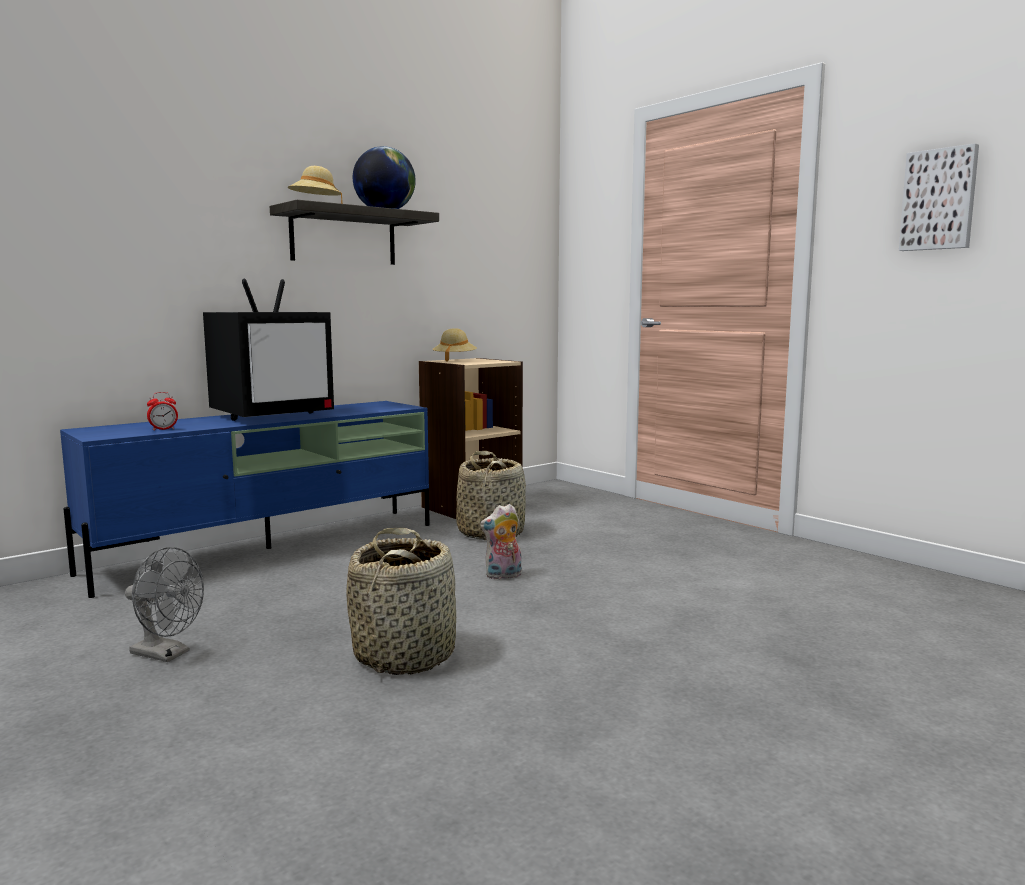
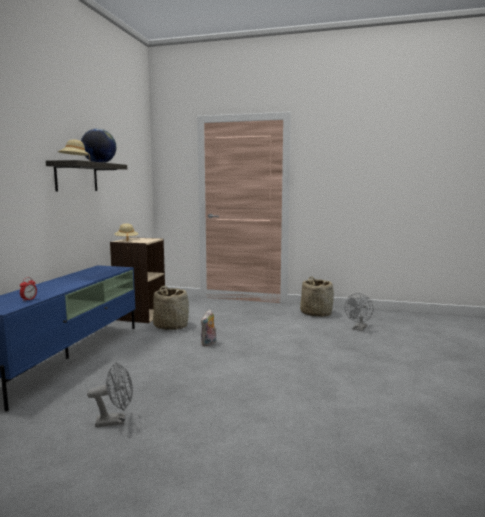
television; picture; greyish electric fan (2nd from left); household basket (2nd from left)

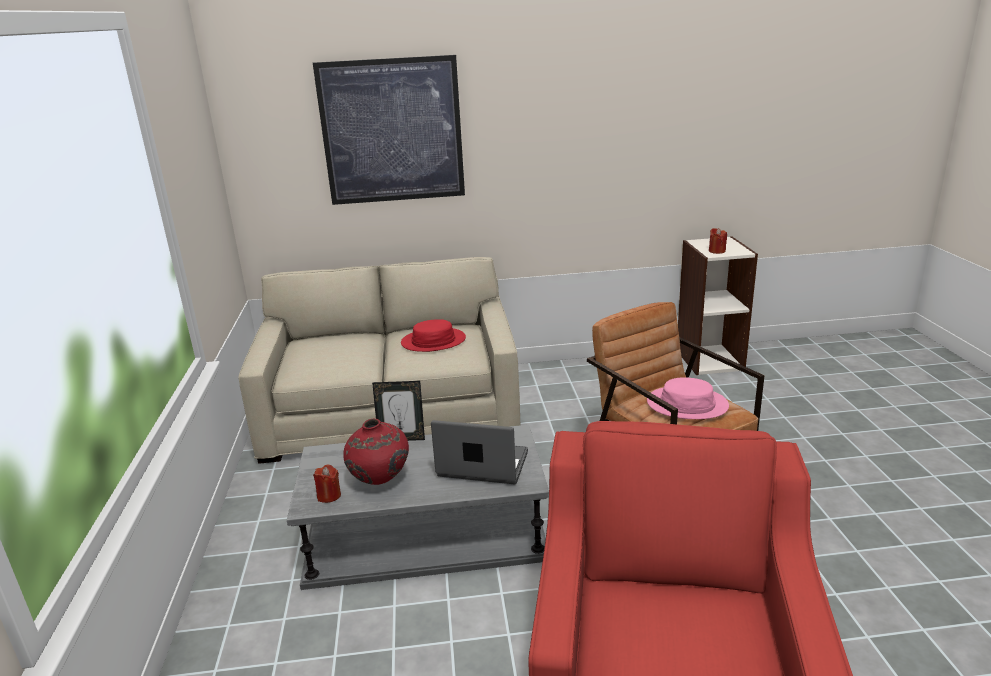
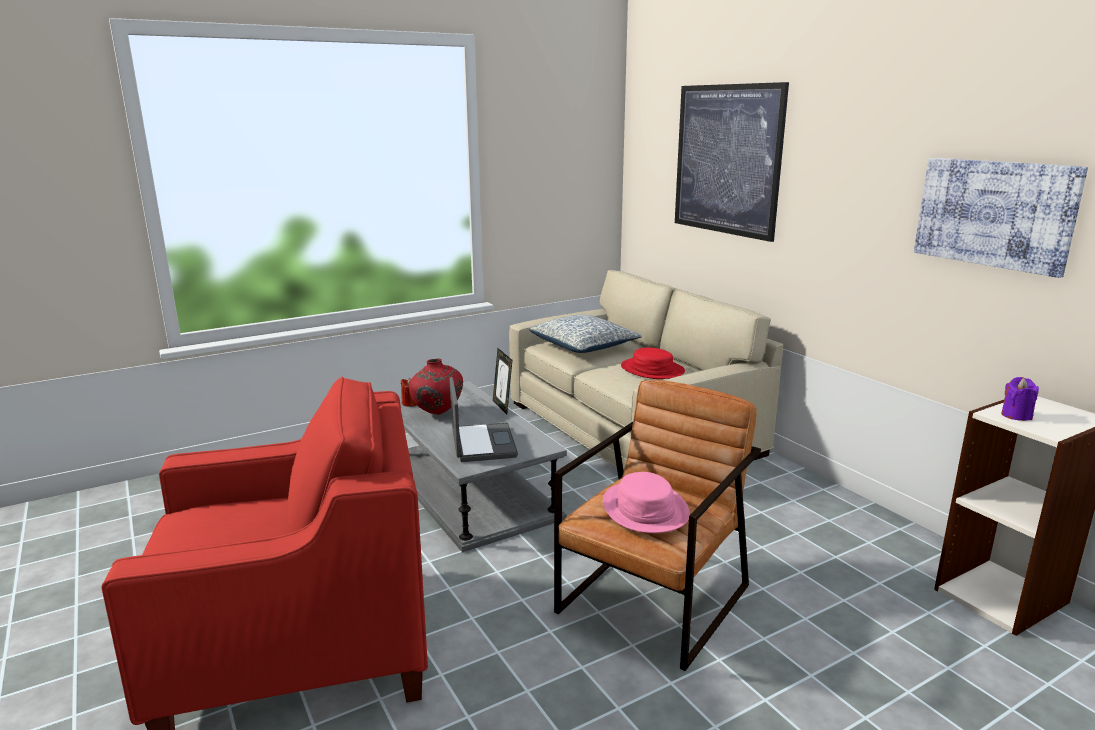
pillow; picture (2nd from left); purplish candle

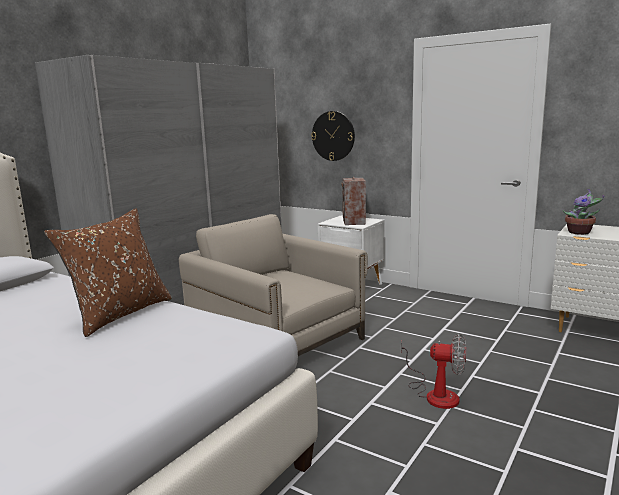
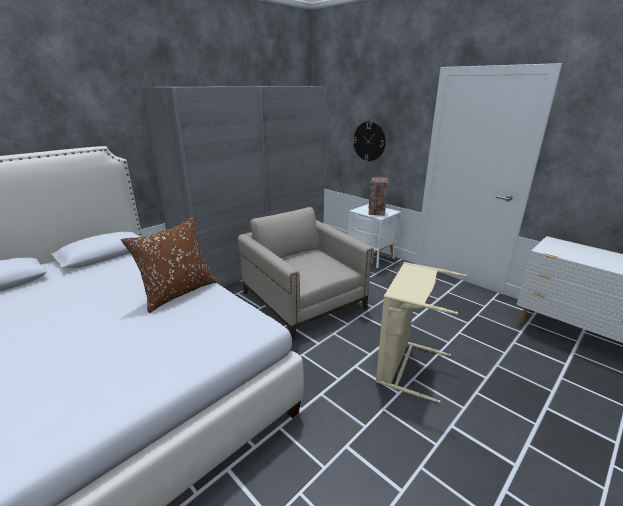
plant in a pot; beige laundry basket

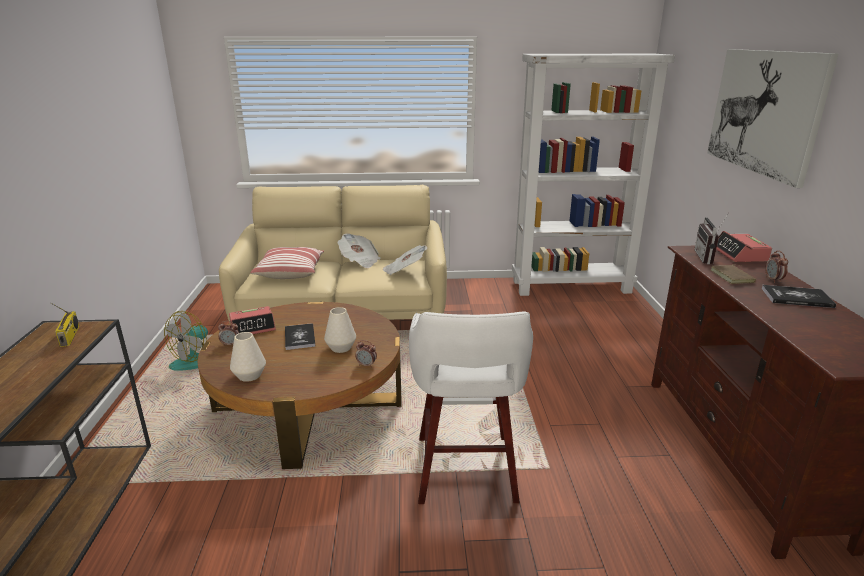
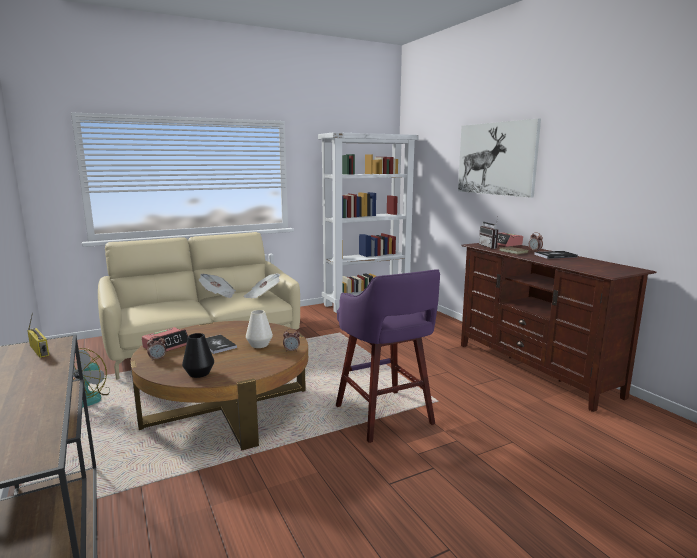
pillow; black flower vase; purplish stool

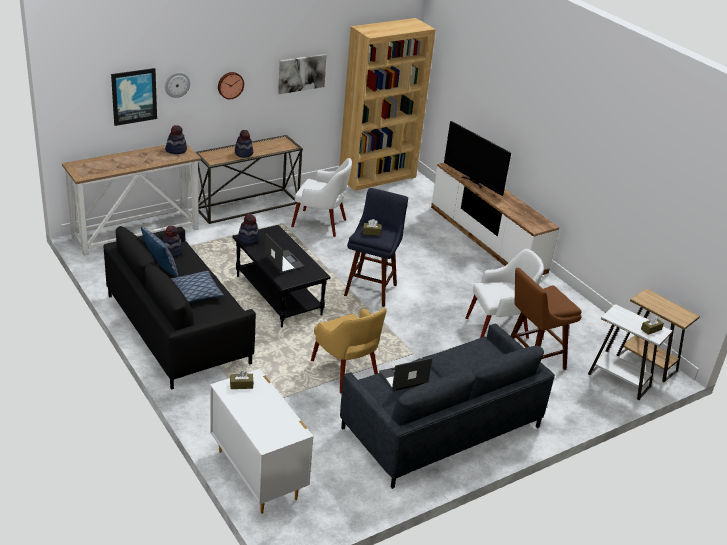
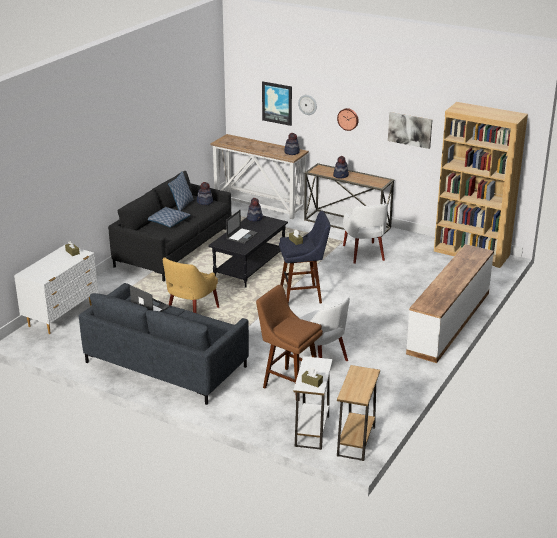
television

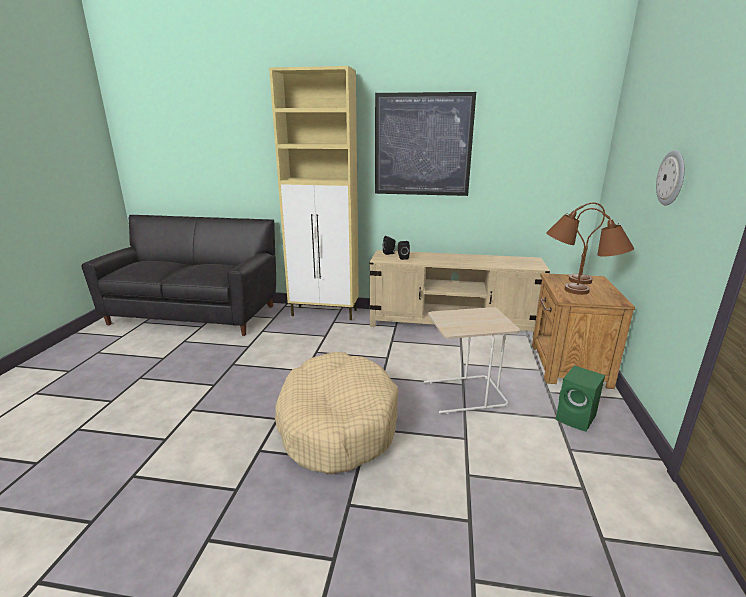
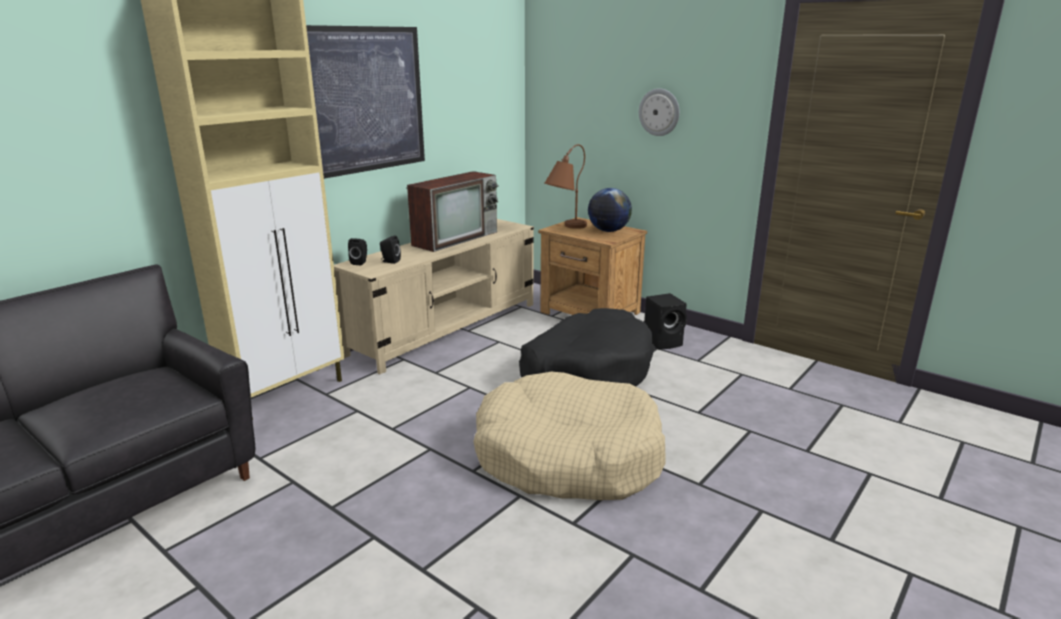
television; black pet bed; world globe; black loudspeaker (3rd from left)

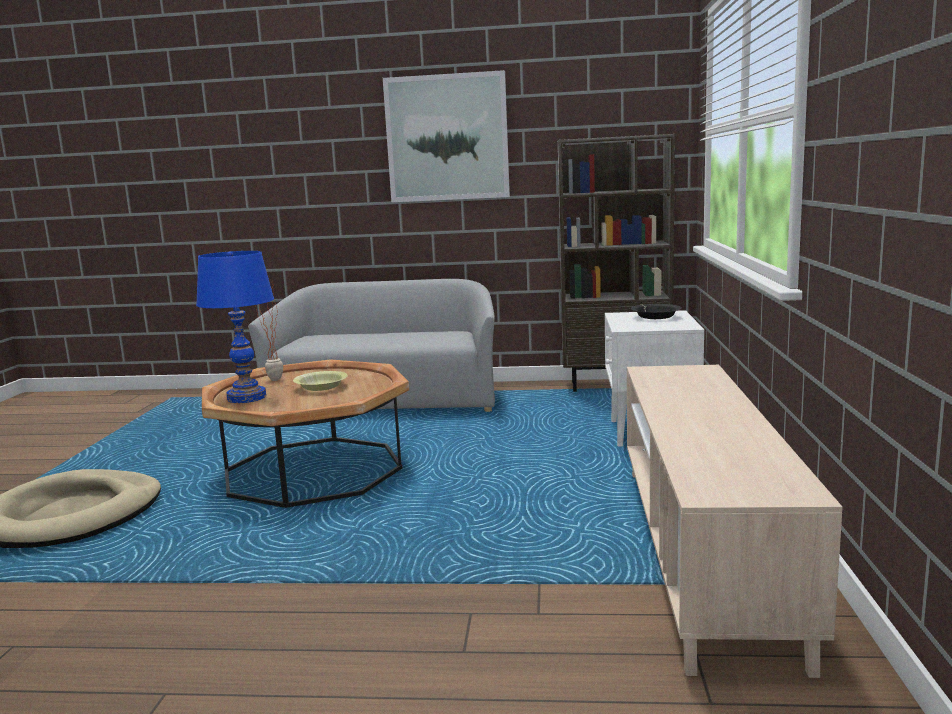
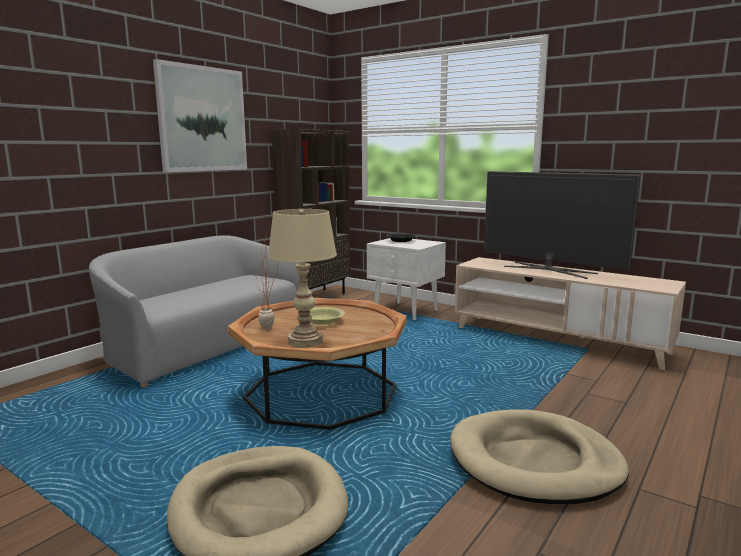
beige pet bed (2nd from left); television; beige table lamp

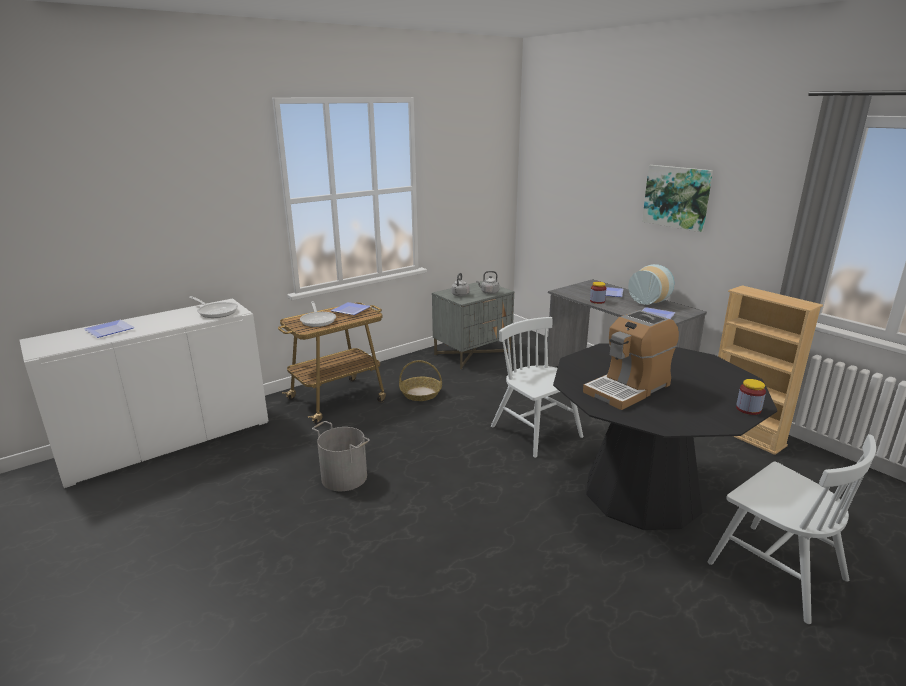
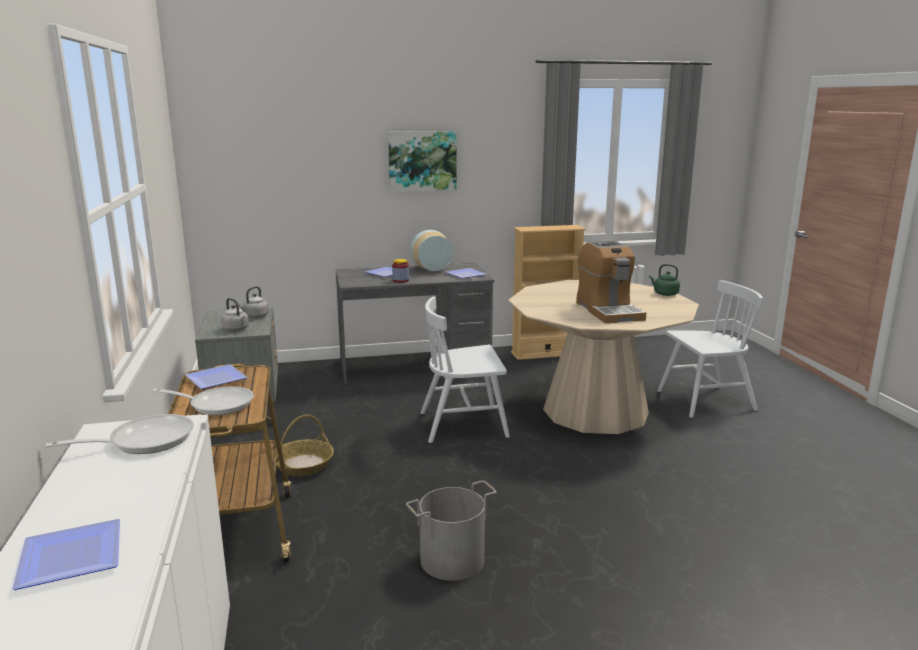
green-coloured kettle; beige dining table

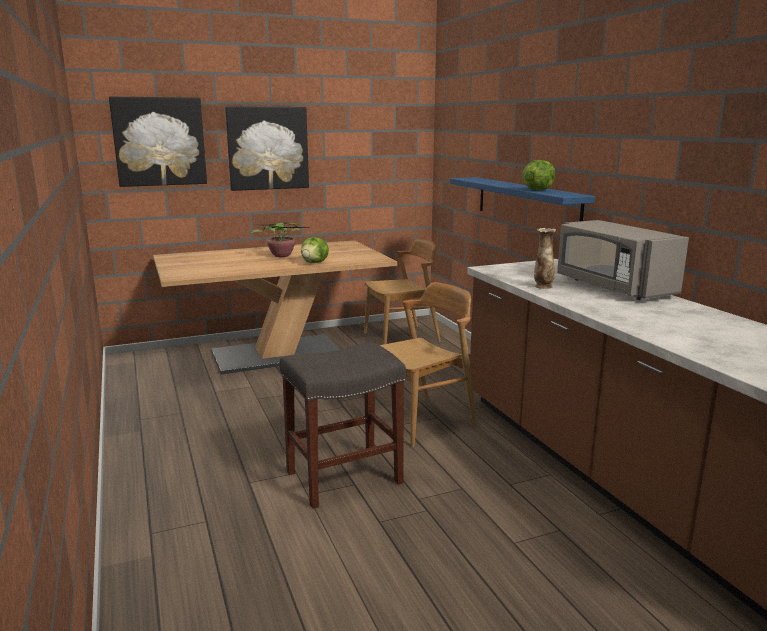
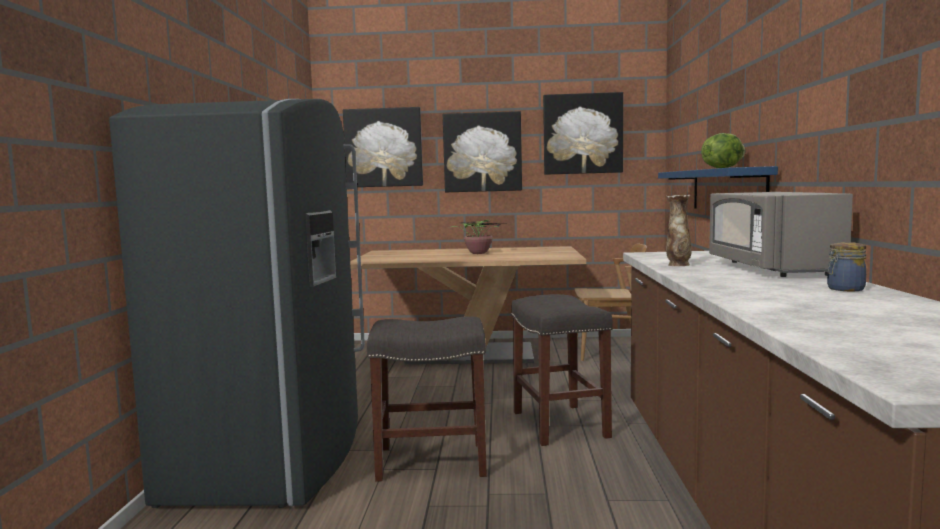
lettuce head (1st from left in the first image); greyish fridge; picture (3rd from left); jar; greyish stool (2nd from left)

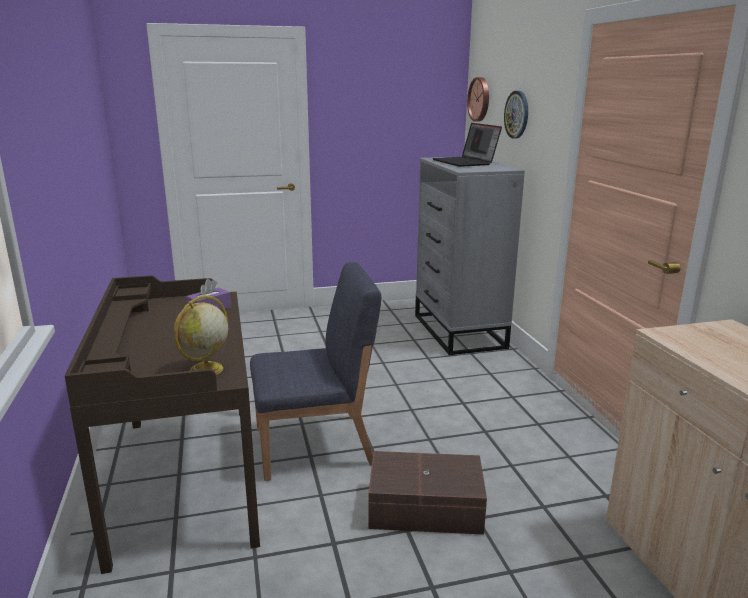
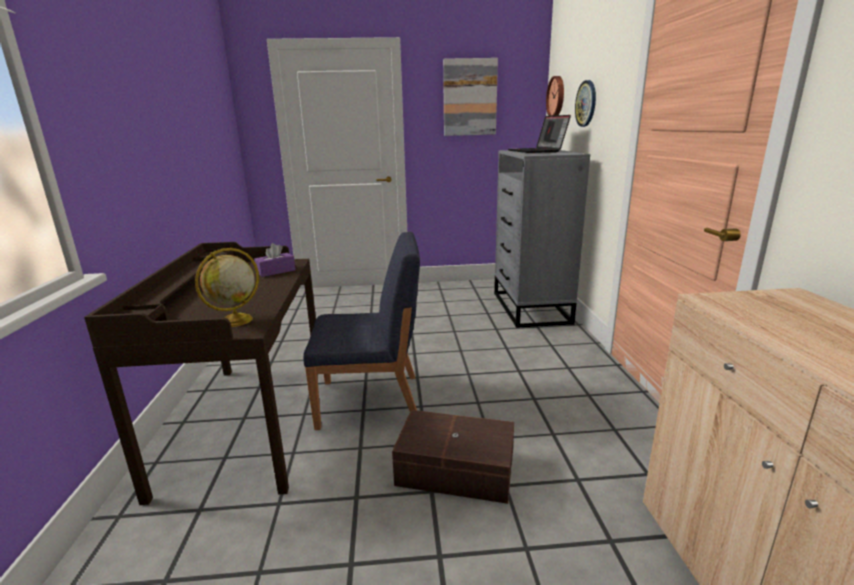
picture

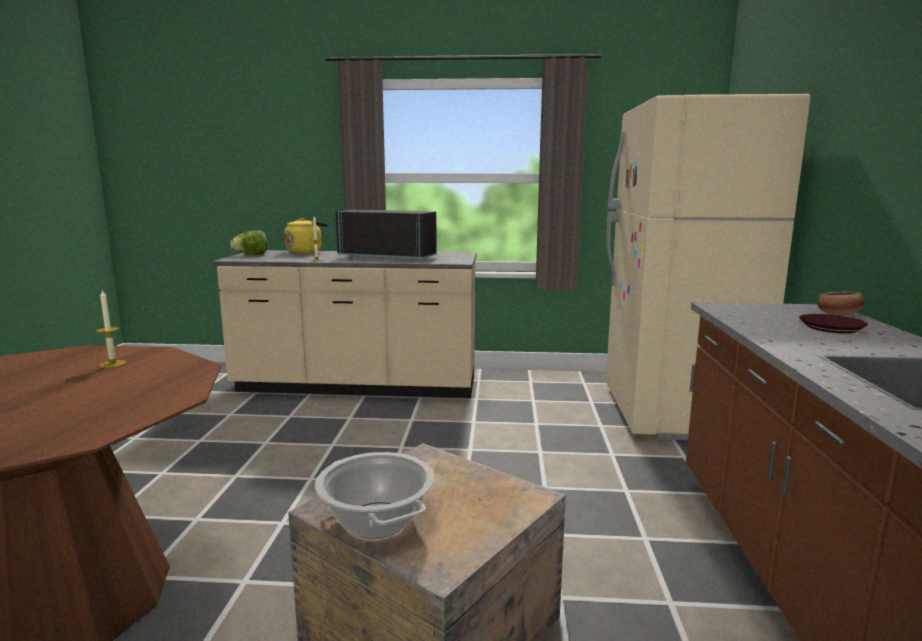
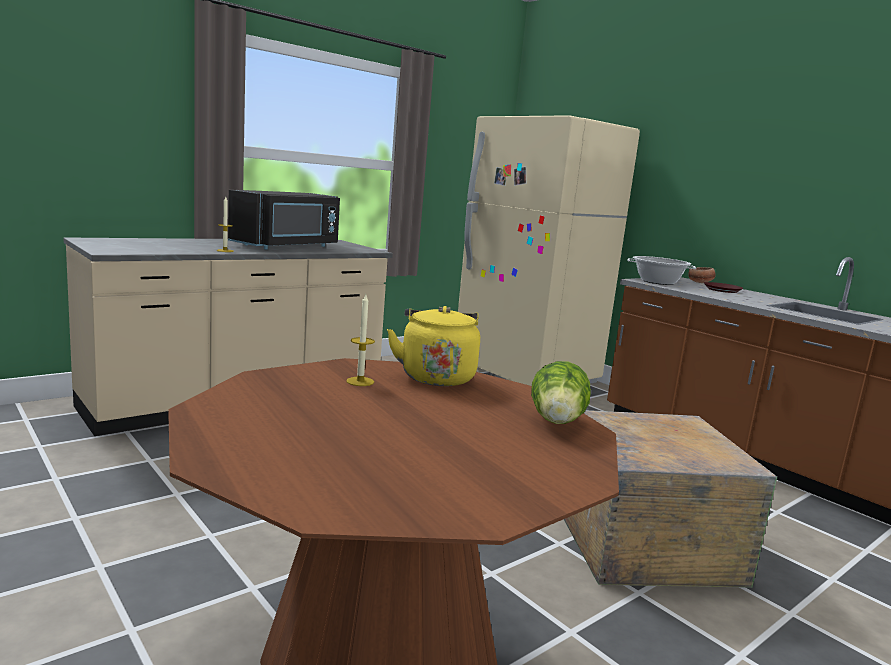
lettuce head; yellow kettle; saucepot; black microwave

